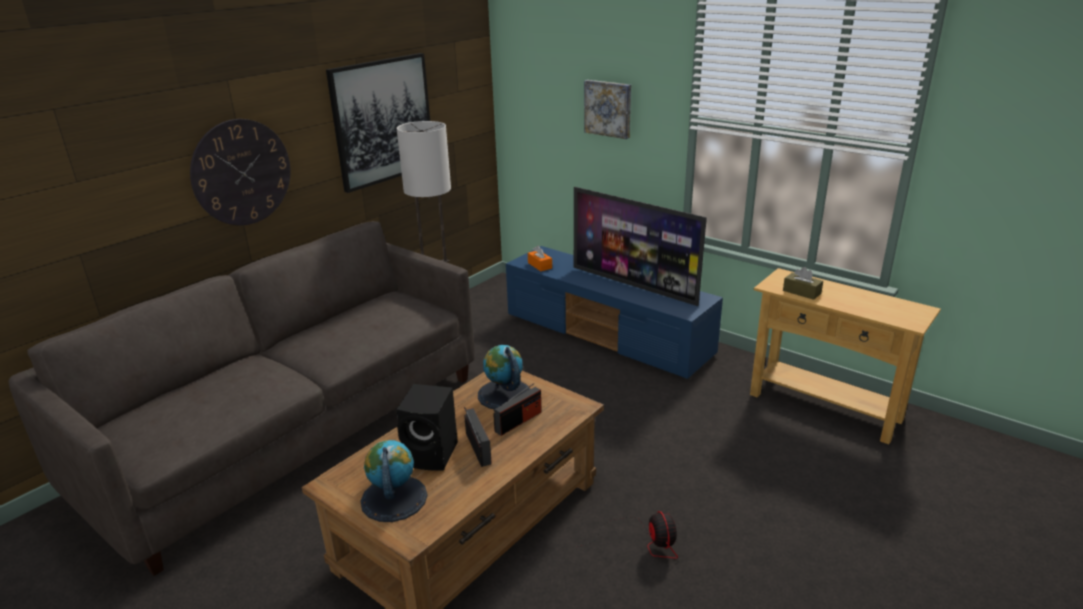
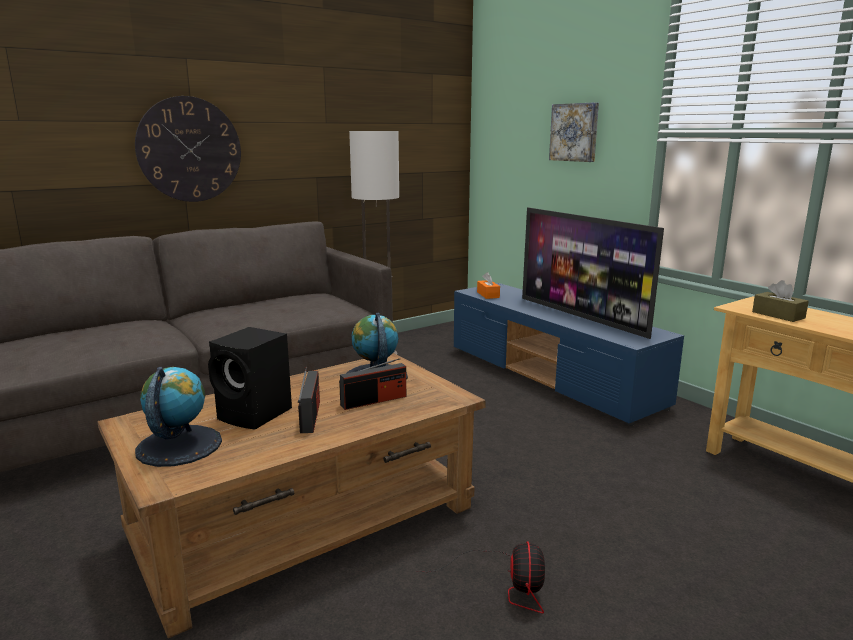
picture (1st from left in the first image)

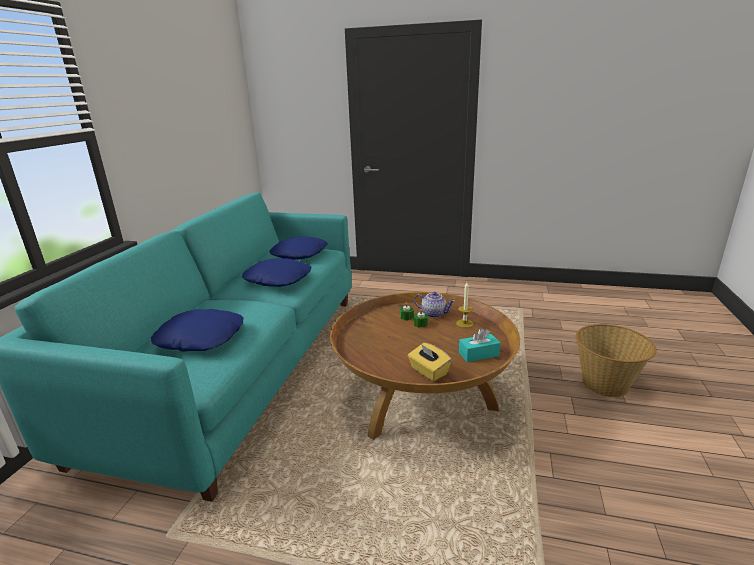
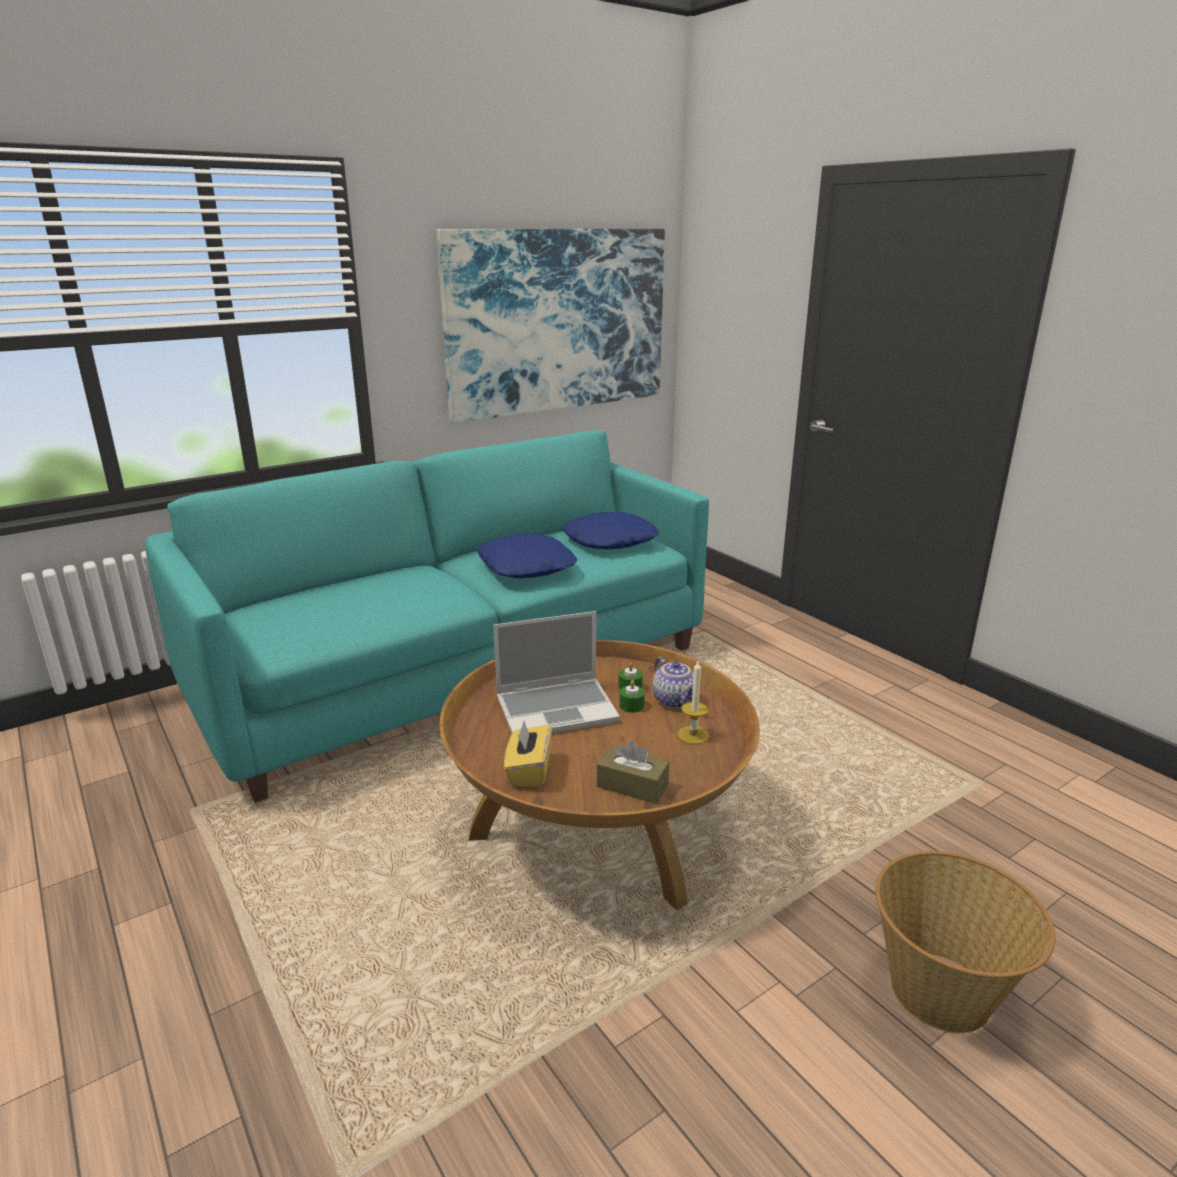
bluish pillow (1st from left in the first image); picture; notebook computer; brownish tissue box

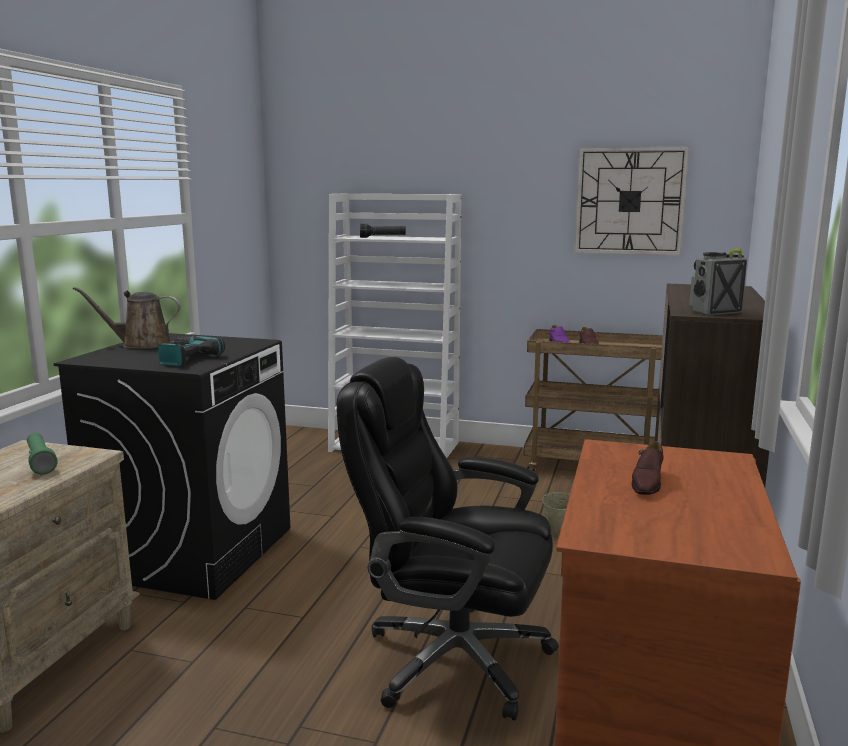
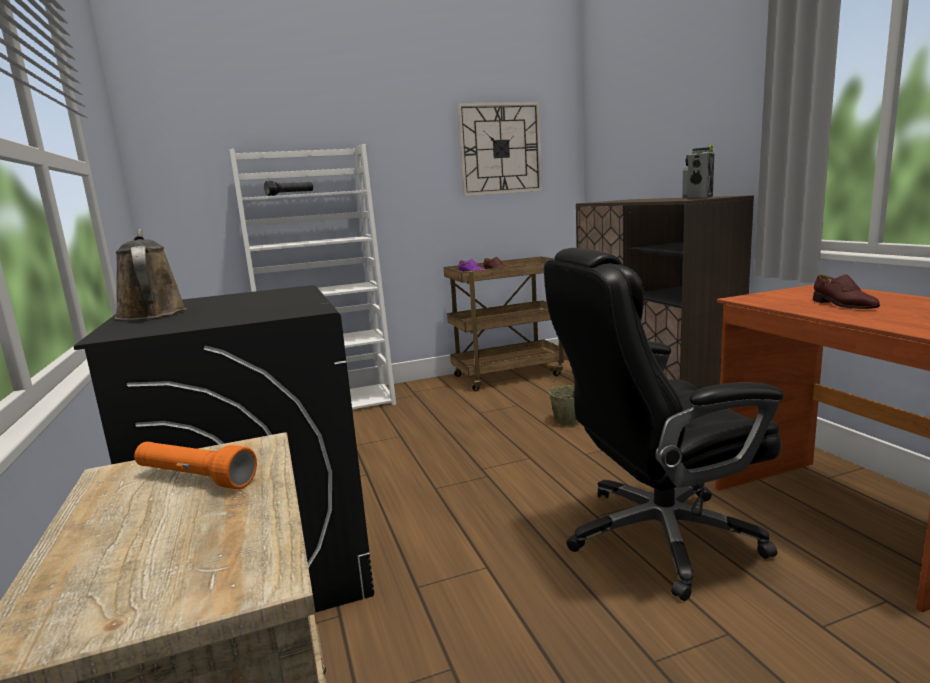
power drill; orangey hand torch; brownish watering pot

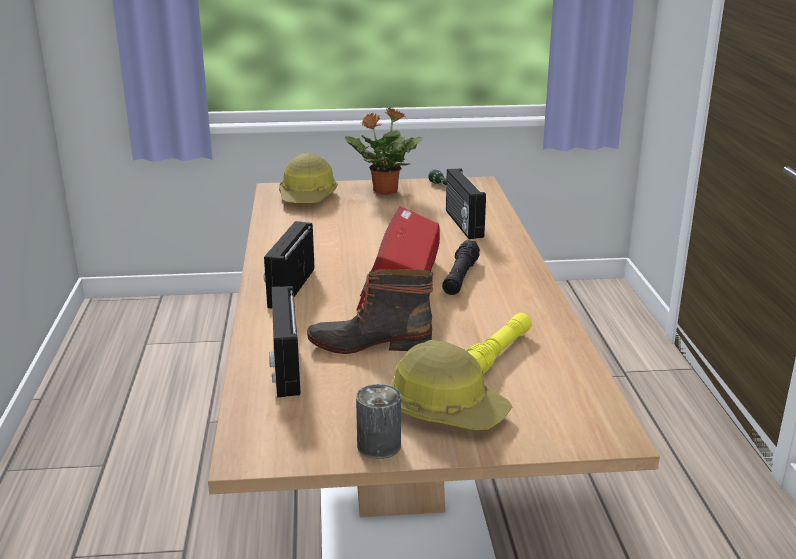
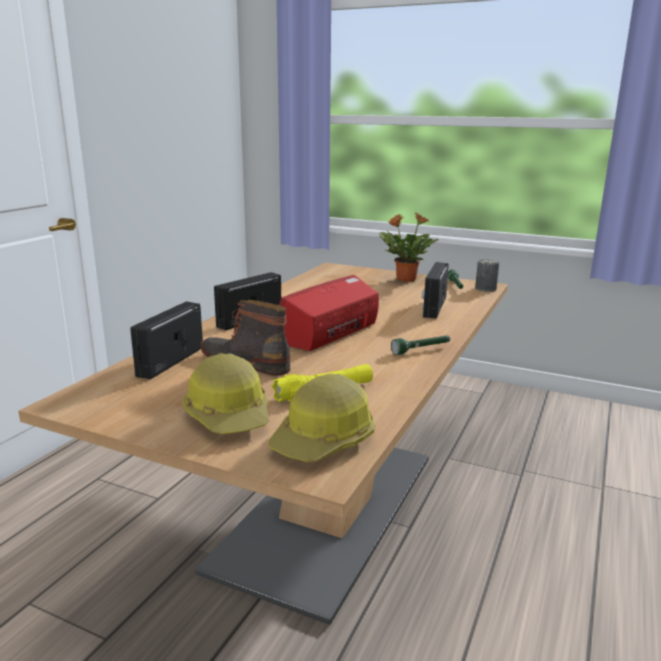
black hand torch; green-coloured hand torch (1st from left); work helmet (2nd from left); can

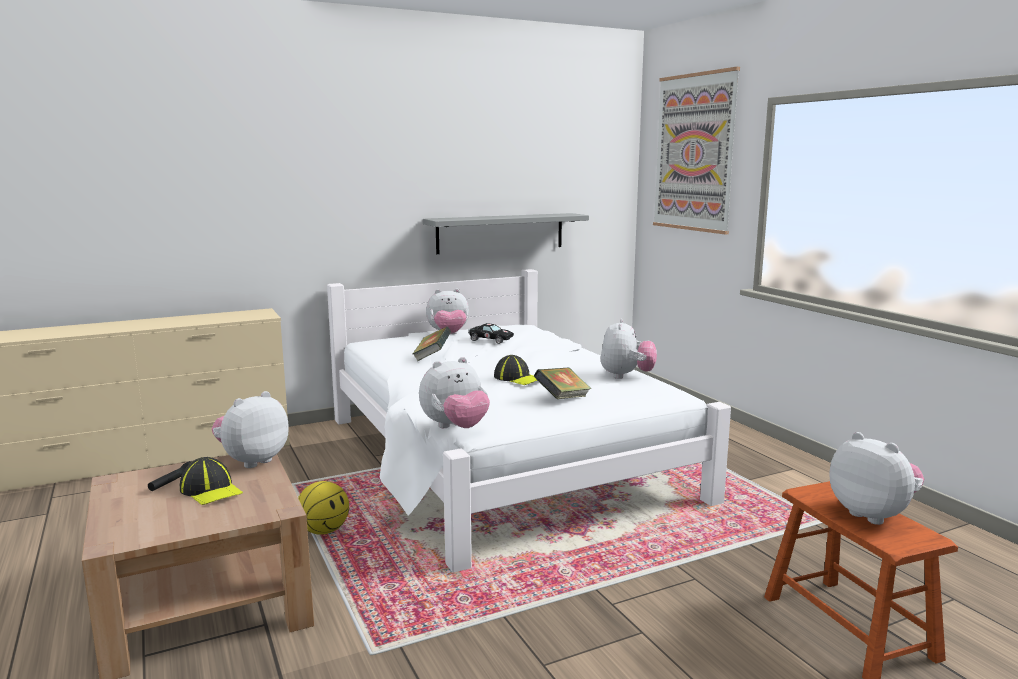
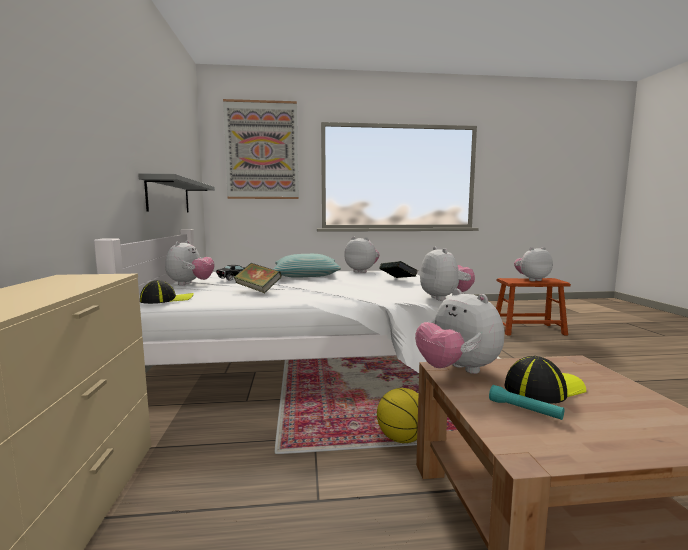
pillow; baseball cap (1st from left); turquoise-coloured hand torch

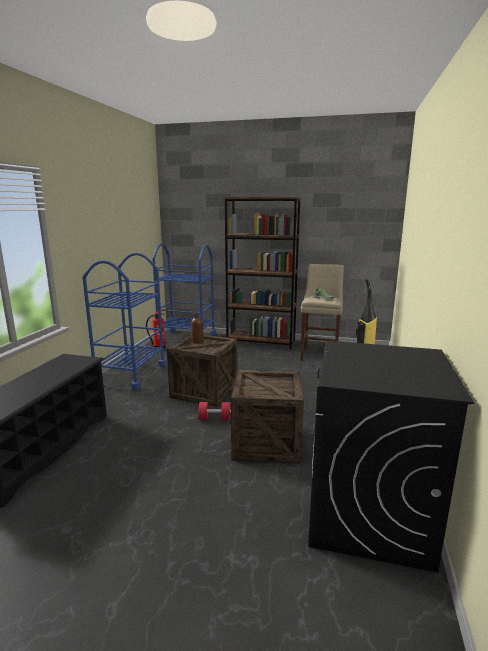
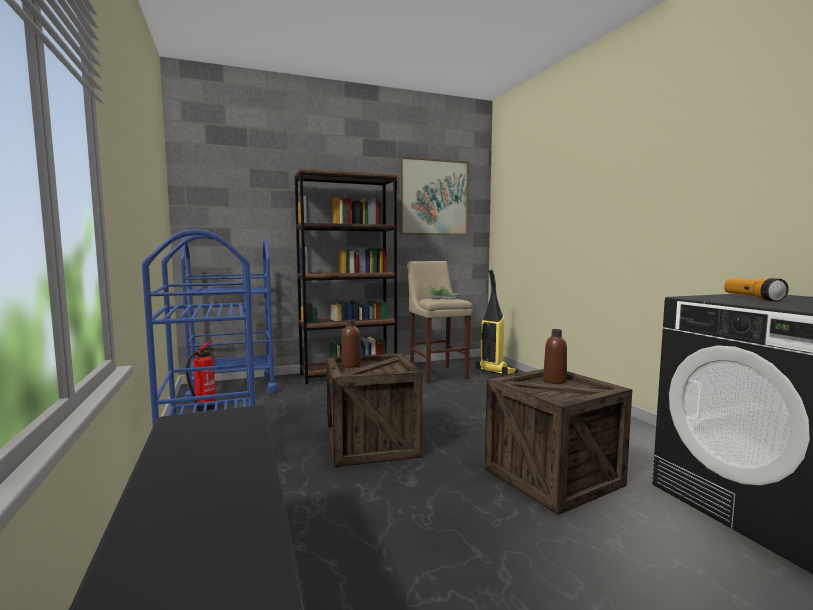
red dumbbell; picture; brownish bottle (2nd from left); hand torch

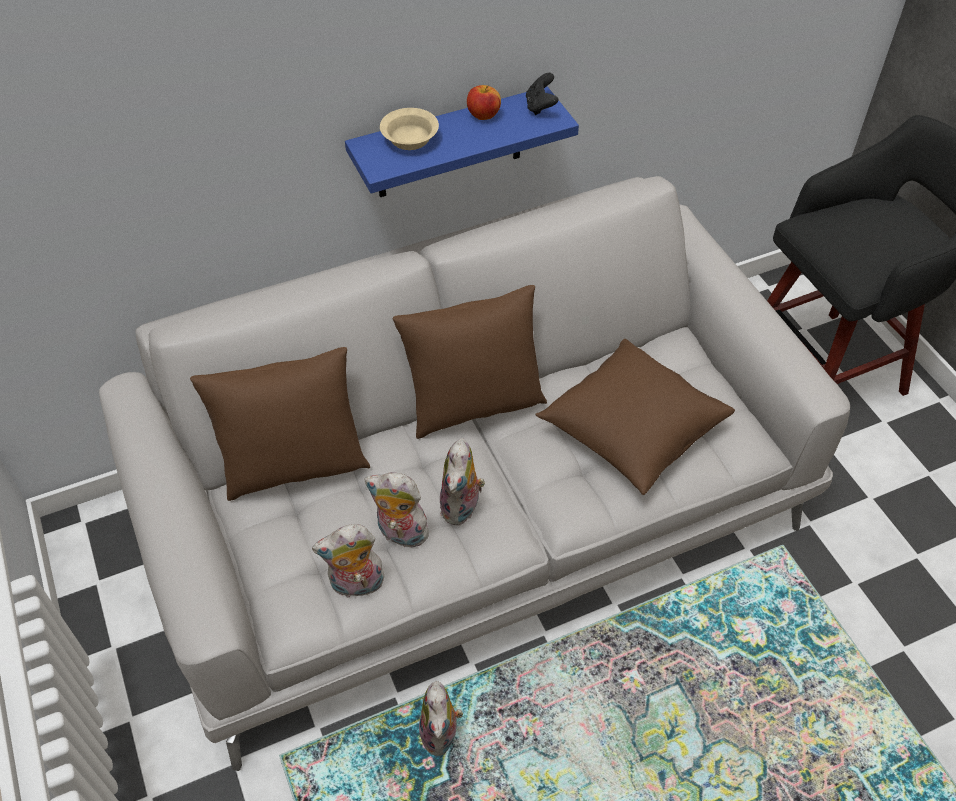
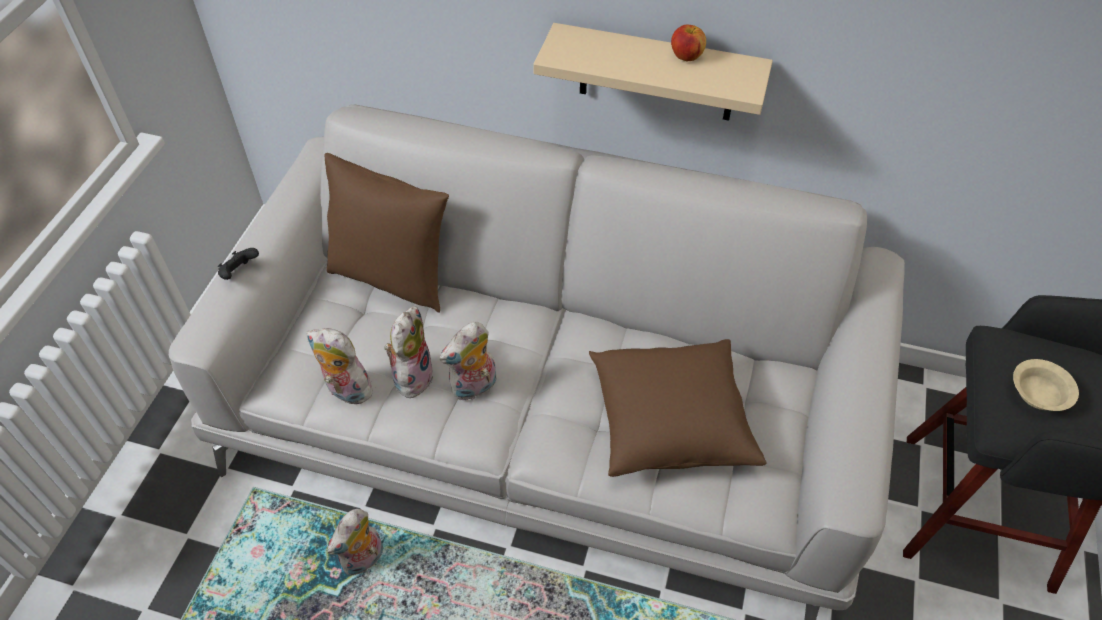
brownish pillow (2nd from left in the first image); beige bowl; black game controller; beige shelf; plush toy (3rd from left)

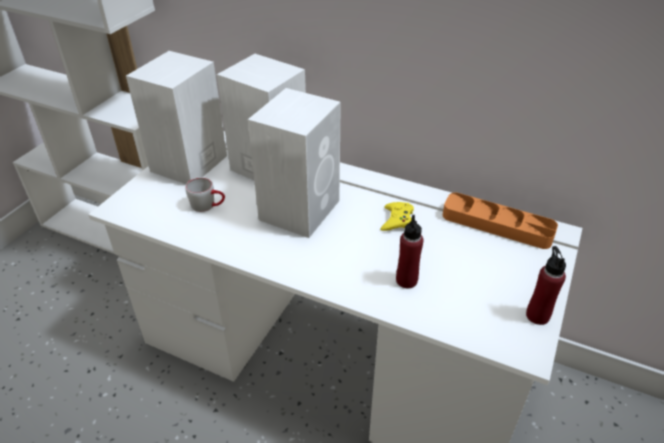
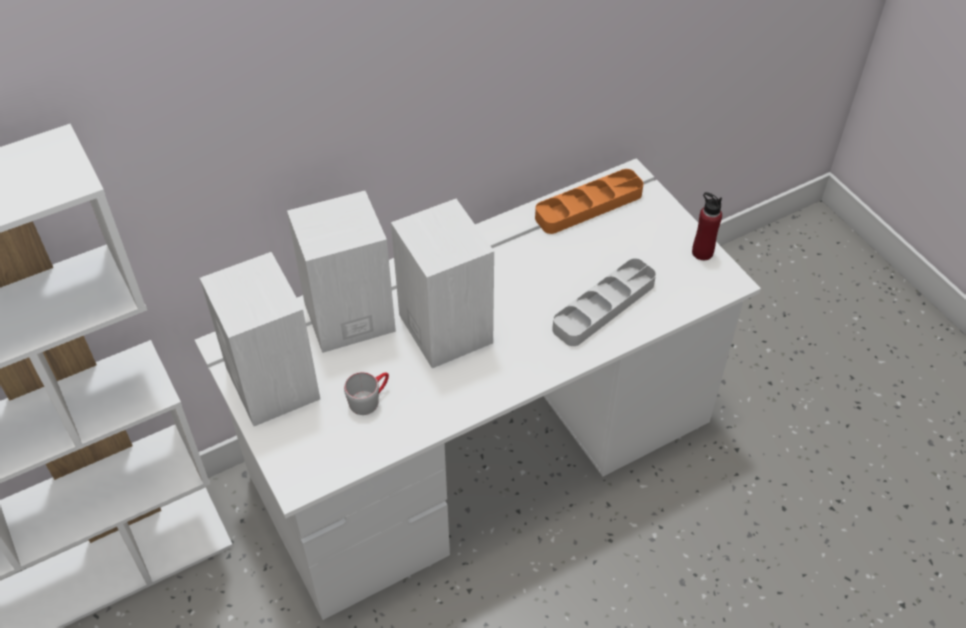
yellow game controller; greyish serving tray

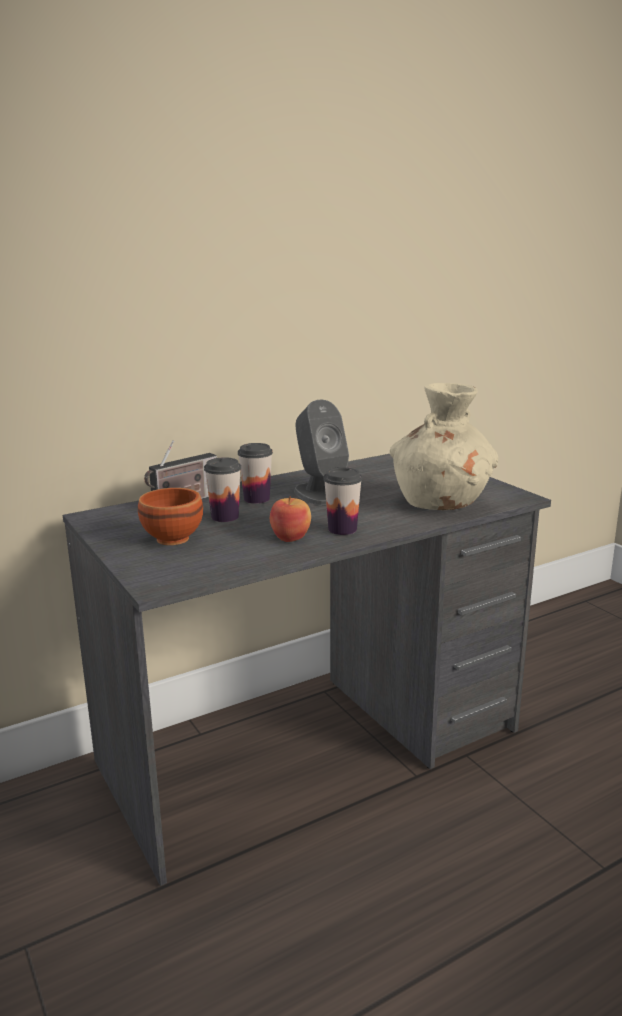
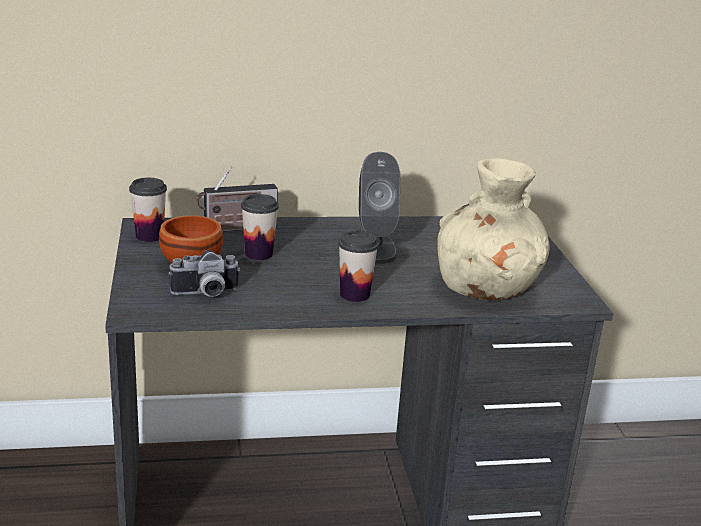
apple; still camera; small cup (1st from left)

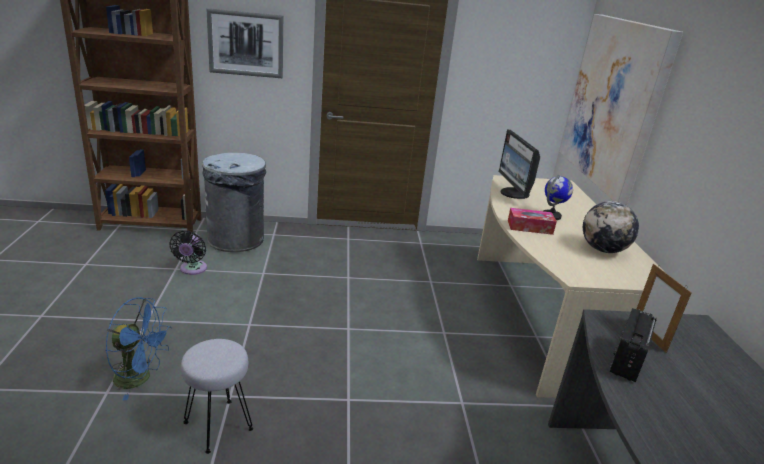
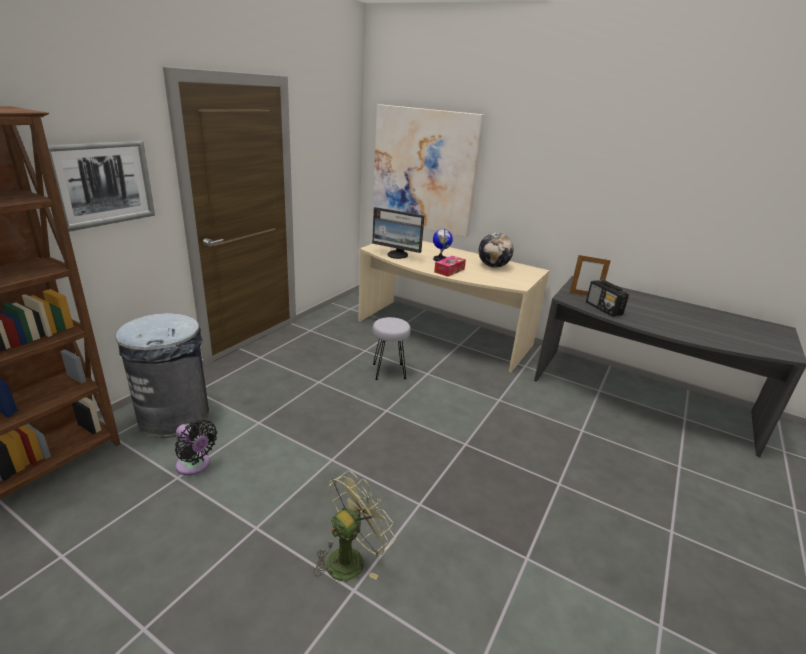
greyish stool; green-coloured electric fan

